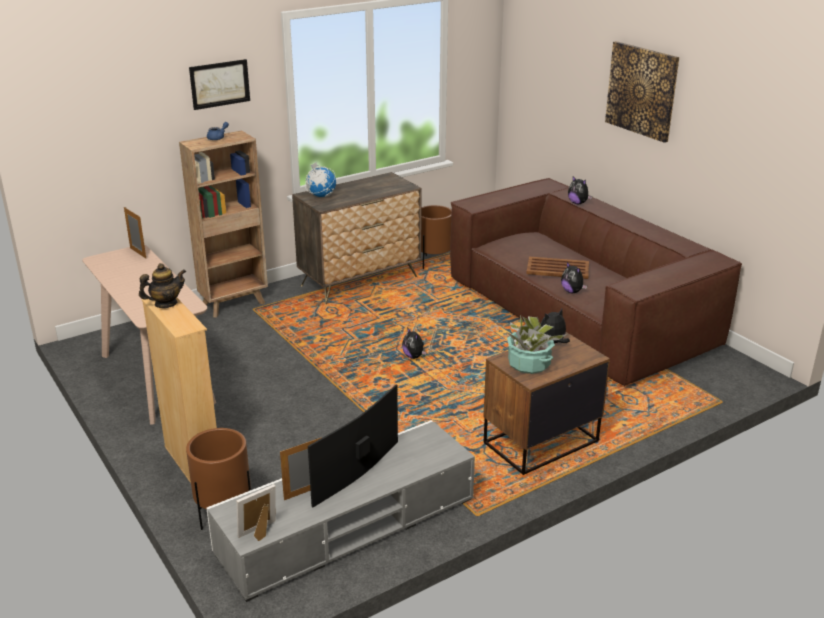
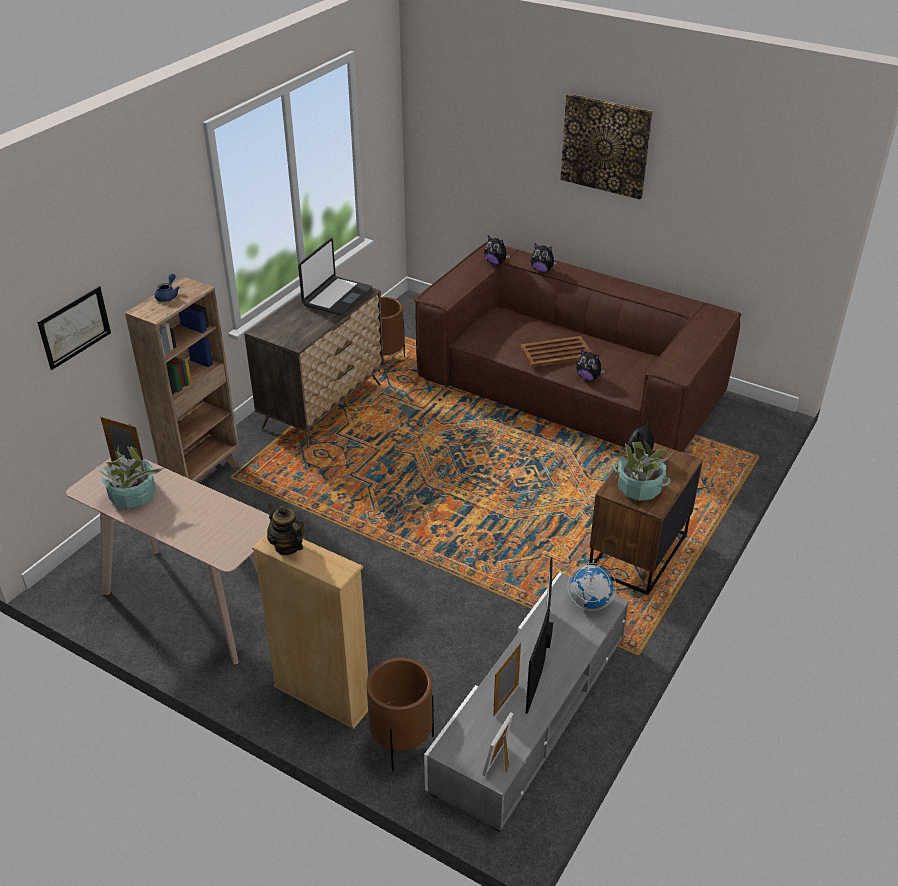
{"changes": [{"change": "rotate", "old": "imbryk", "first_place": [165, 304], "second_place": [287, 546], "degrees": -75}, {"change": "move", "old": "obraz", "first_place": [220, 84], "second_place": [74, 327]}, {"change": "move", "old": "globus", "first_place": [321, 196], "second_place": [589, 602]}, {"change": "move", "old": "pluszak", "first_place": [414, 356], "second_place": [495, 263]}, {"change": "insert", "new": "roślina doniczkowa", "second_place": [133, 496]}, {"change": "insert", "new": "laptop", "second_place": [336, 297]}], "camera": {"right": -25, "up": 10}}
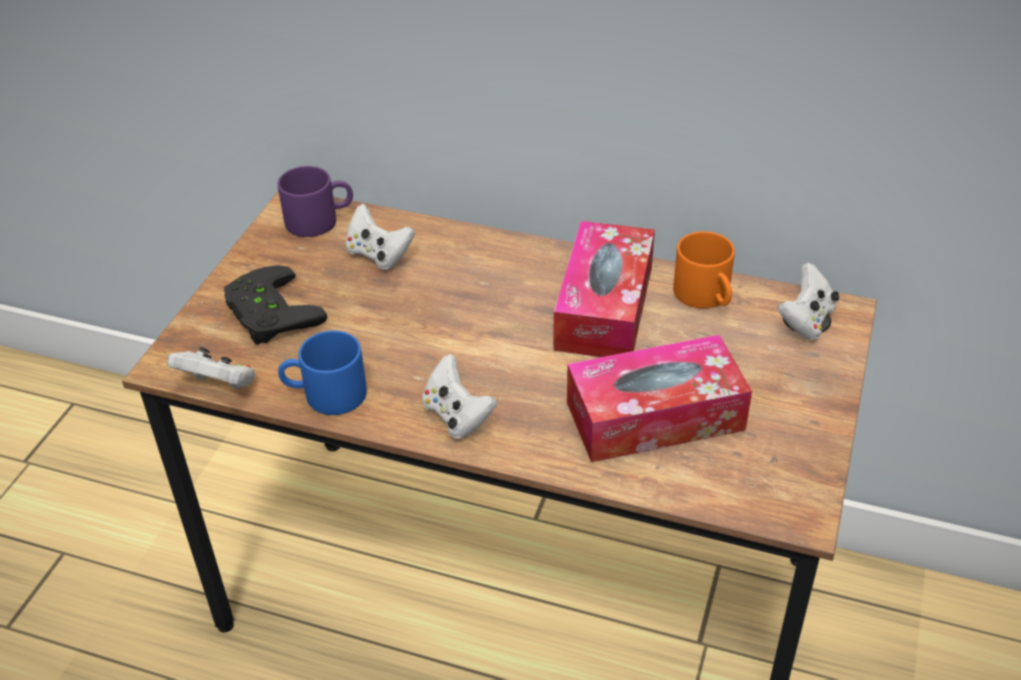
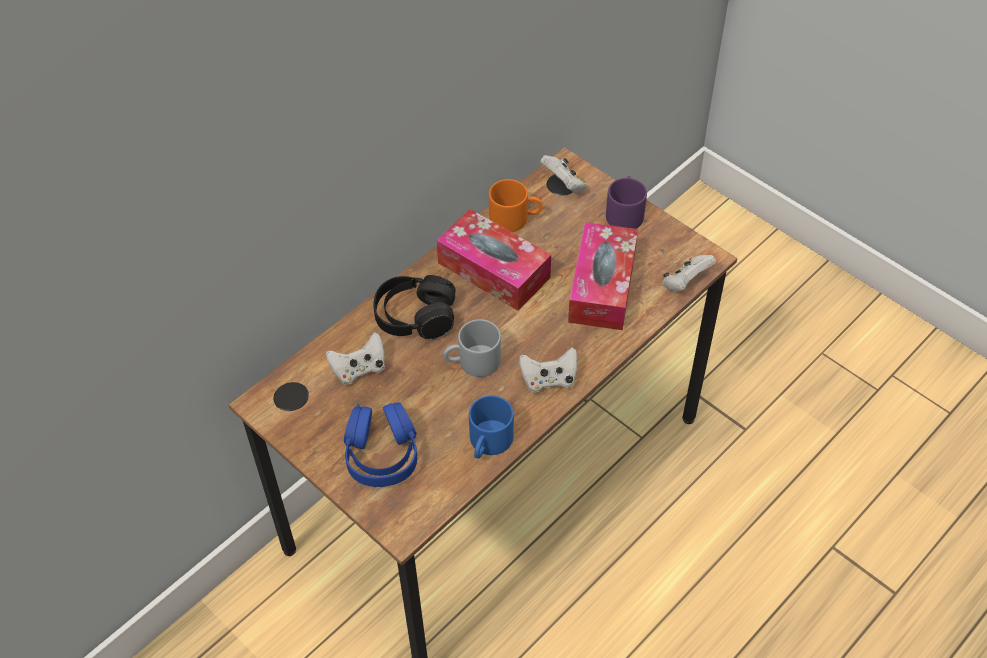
{"changes": [{"change": "move", "old": "pad do gier (biały)", "first_place": [219, 386], "second_place": [685, 283]}, {"change": "replace", "old": "pad do gier (czarny)", "new": "słuchawki (niebieski)", "first_place": [267, 313], "second_place": [382, 454]}, {"change": "move", "old": "kubek (fioletowy)", "first_place": [320, 219], "second_place": [624, 212]}, {"change": "insert", "new": "słuchawki (czarny)", "second_place": [415, 316]}, {"change": "insert", "new": "kubek (szary)", "second_place": [472, 362]}], "camera": {"right": -65, "up": 10}}
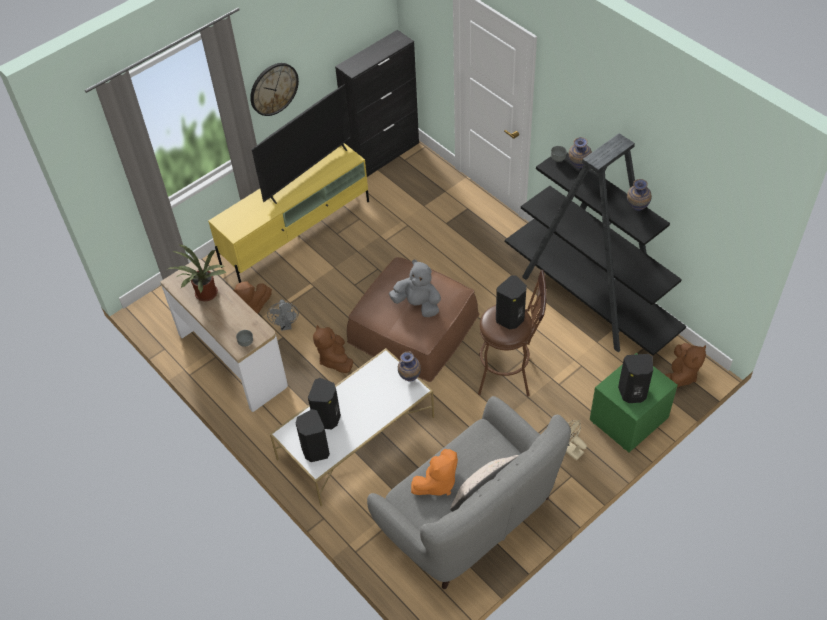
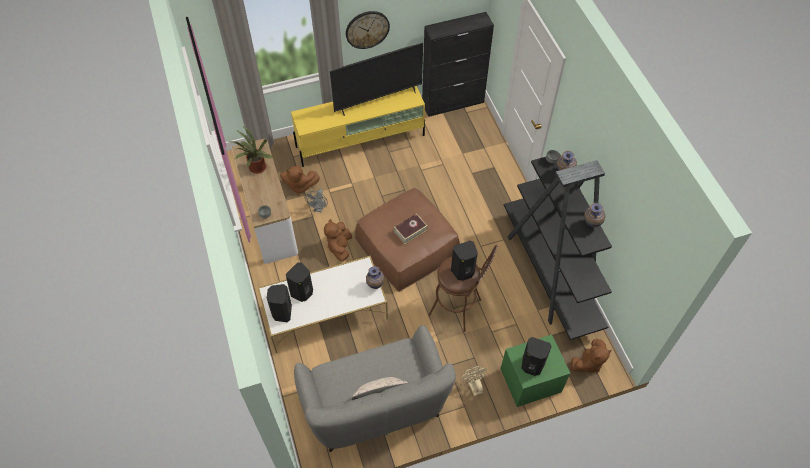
{"changes": [{"change": "replace", "old": "pluszak (szary)", "new": "książka", "first_place": [418, 304], "second_place": [410, 231]}, {"change": "delete", "old": "pluszak (pomarańczowy)", "first_place": [437, 483]}], "camera": {"right": 20, "up": 5}}
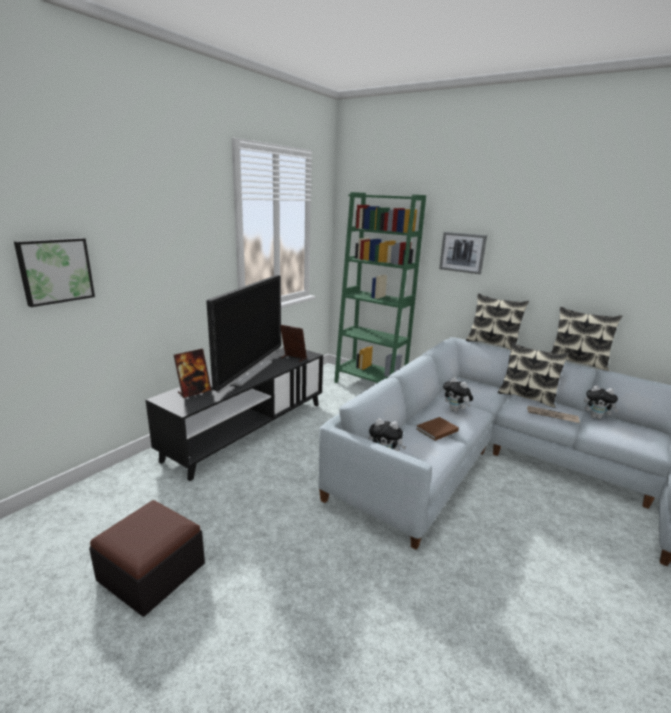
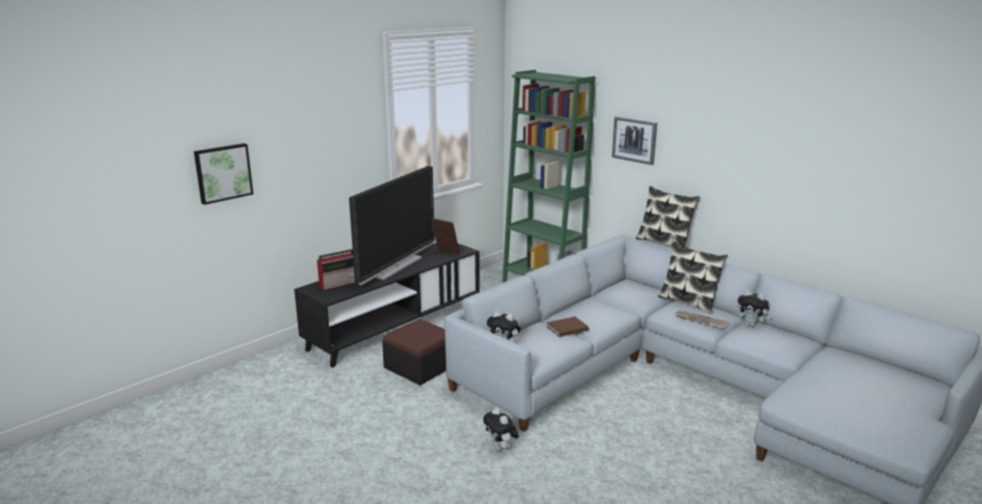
{"changes": [{"change": "move", "old": "pufa", "first_place": [152, 572], "second_place": [420, 366]}, {"change": "replace", "old": "ramka na zdjęcie", "new": "radio", "first_place": [194, 392], "second_place": [339, 283]}, {"change": "move", "old": "pluszak", "first_place": [455, 410], "second_place": [501, 448]}, {"change": "delete", "old": "poduszka", "first_place": [577, 362]}], "camera": {"right": 10, "up": 0}}
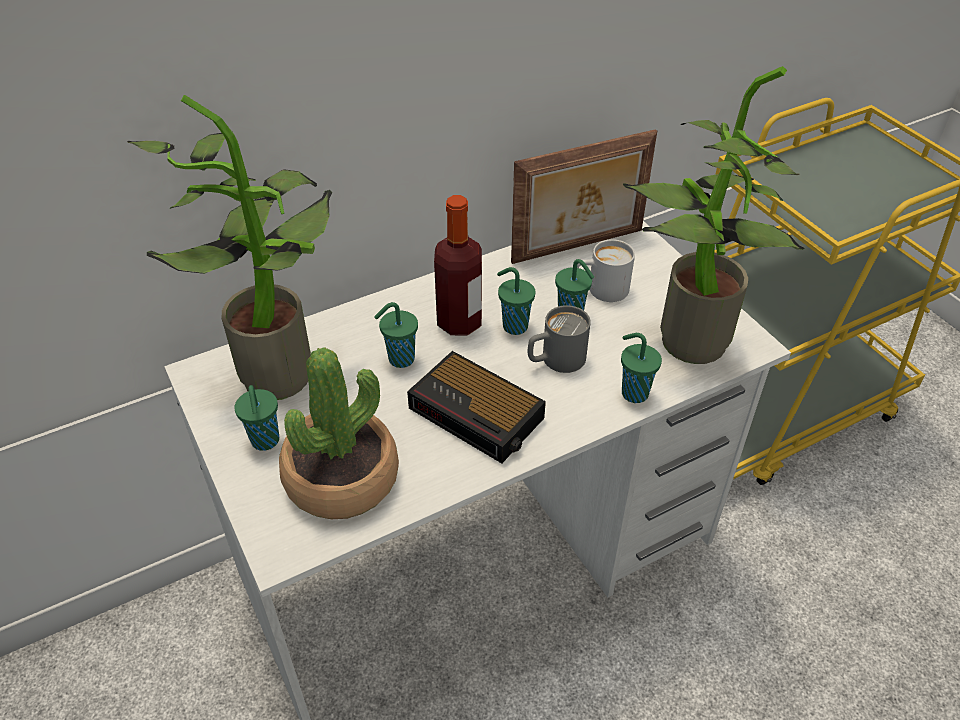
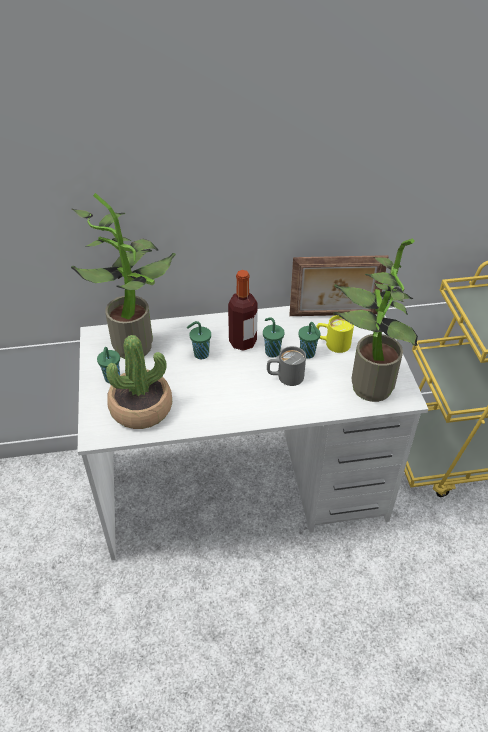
{"changes": [{"change": "delete", "old": "budzik", "first_place": [478, 414]}, {"change": "recolor", "old": "kubek (biały)", "new": "kubek (żółty)", "first_place": [599, 290], "second_place": [332, 343]}, {"change": "delete", "old": "filiżanka (zielony)", "first_place": [633, 392]}], "camera": {"right": 20, "up": 0}}
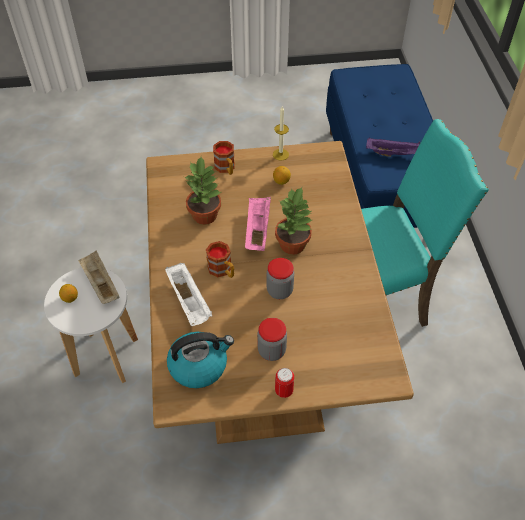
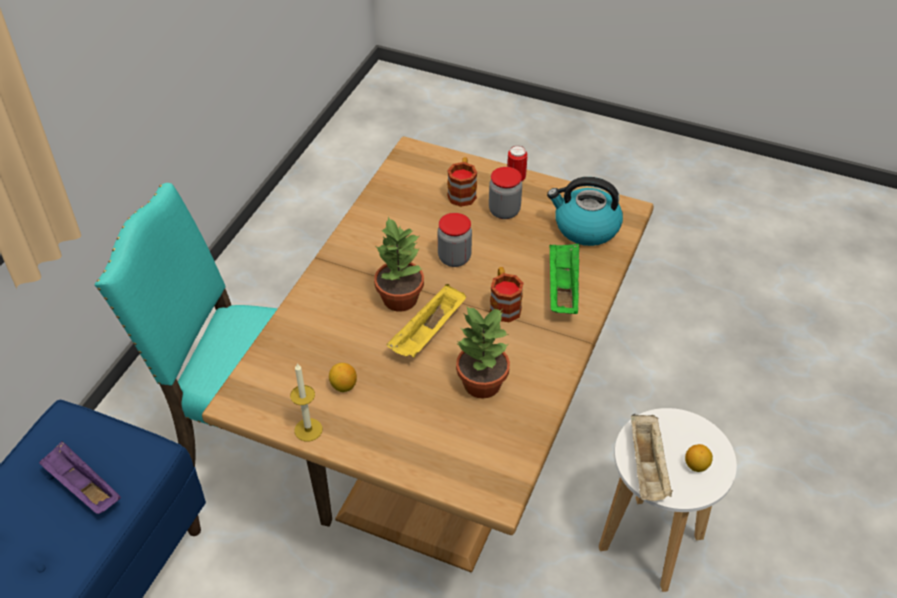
{"changes": [{"change": "recolor", "old": "taca (biały)", "new": "taca (zielony)", "first_place": [189, 301], "second_place": [562, 288]}, {"change": "move", "old": "kubek", "first_place": [226, 168], "second_place": [462, 192]}, {"change": "recolor", "old": "taca (różowy)", "new": "taca (żółty)", "first_place": [257, 230], "second_place": [428, 334]}], "camera": {"right": -150, "up": -5}}
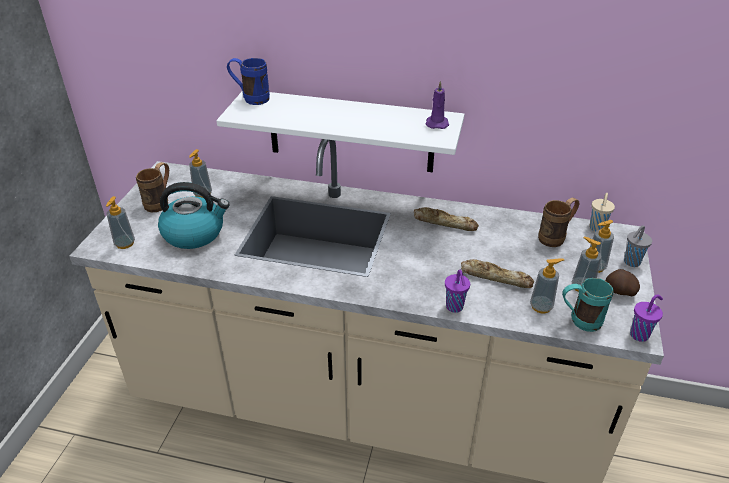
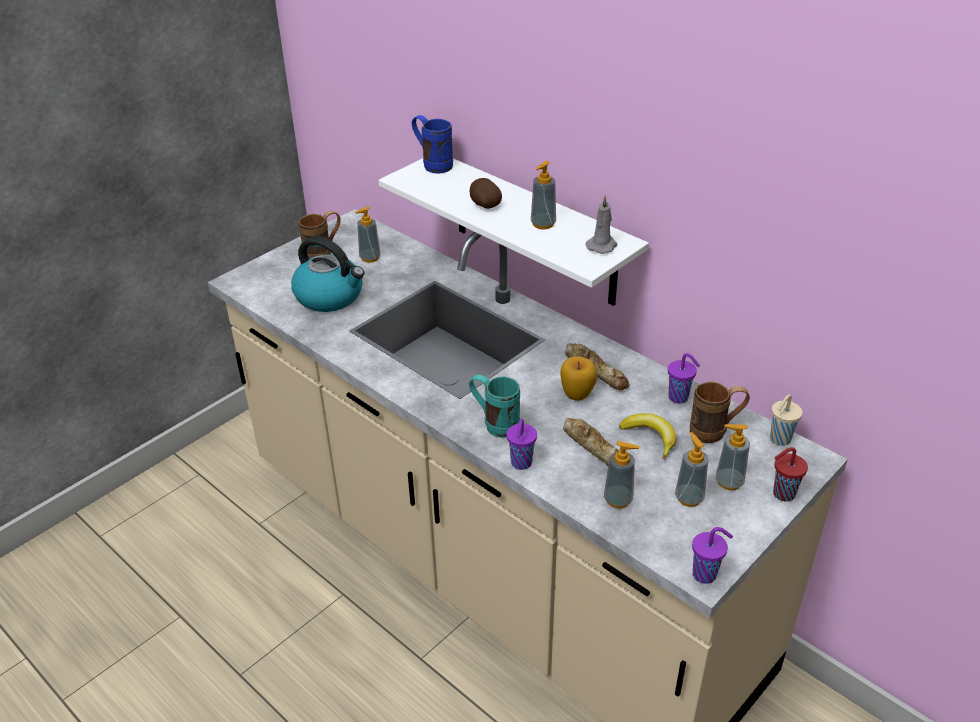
{"changes": [{"change": "move", "old": "dozownik mydła", "first_place": [125, 243], "second_place": [543, 224]}, {"change": "recolor", "old": "świeca (fioletowy)", "new": "świeca (szary)", "first_place": [437, 123], "second_place": [602, 245]}, {"change": "move", "old": "kubek (turkusowy)", "first_place": [579, 321], "second_place": [494, 423]}, {"change": "move", "old": "ziemniak", "first_place": [619, 292], "second_place": [484, 205]}, {"change": "recolor", "old": "filiżanka (szary)", "new": "filiżanka (czerwony)", "first_place": [631, 262], "second_place": [782, 494]}, {"change": "insert", "new": "jabłko", "second_place": [577, 394]}, {"change": "insert", "new": "banan", "second_place": [650, 437]}, {"change": "insert", "new": "filiżanka (fioletowy)", "second_place": [679, 398]}], "camera": {"right": 30, "up": 0}}
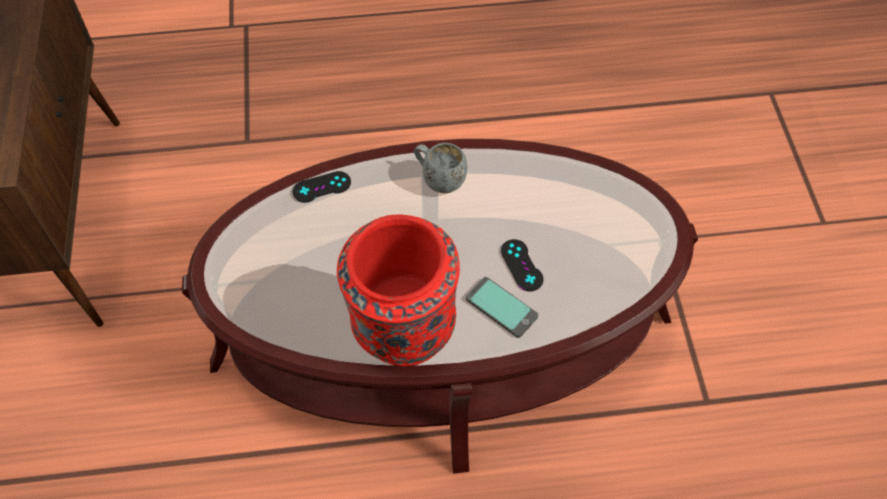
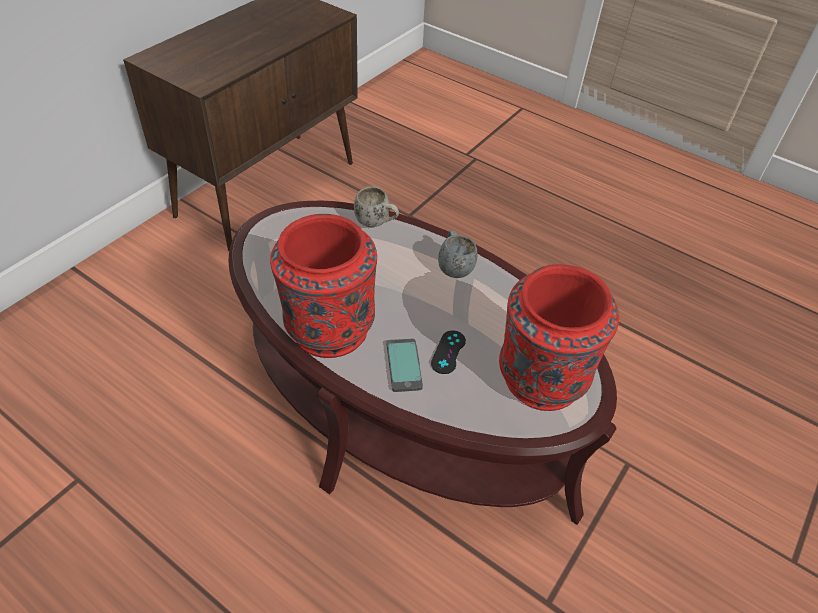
{"changes": [{"change": "replace", "old": "pad do gier (czarny)", "new": "kubek (biały)", "first_place": [322, 187], "second_place": [377, 223]}, {"change": "insert", "new": "wazon (czerwony)", "second_place": [540, 379]}], "camera": {"right": 40, "up": -10}}
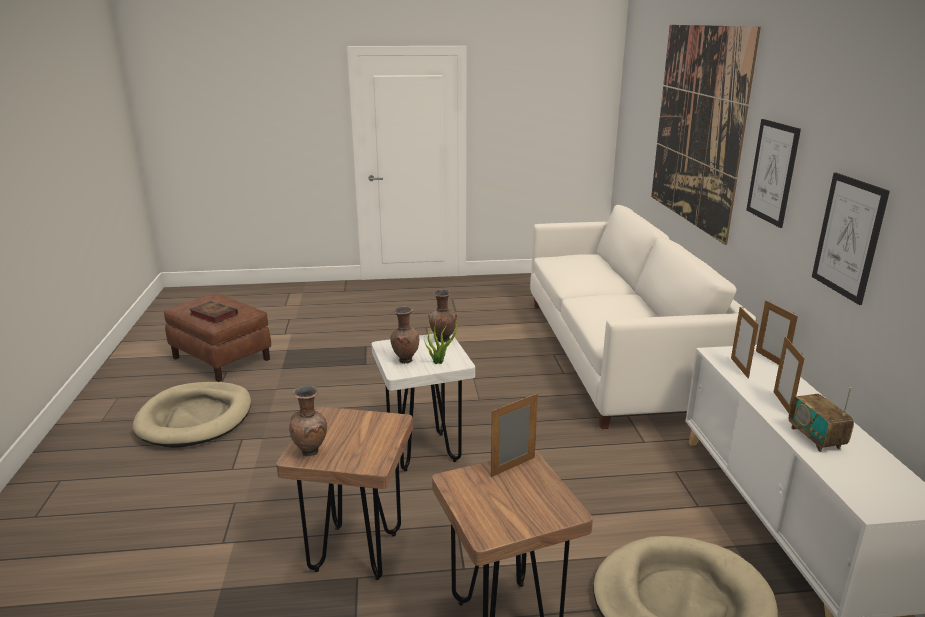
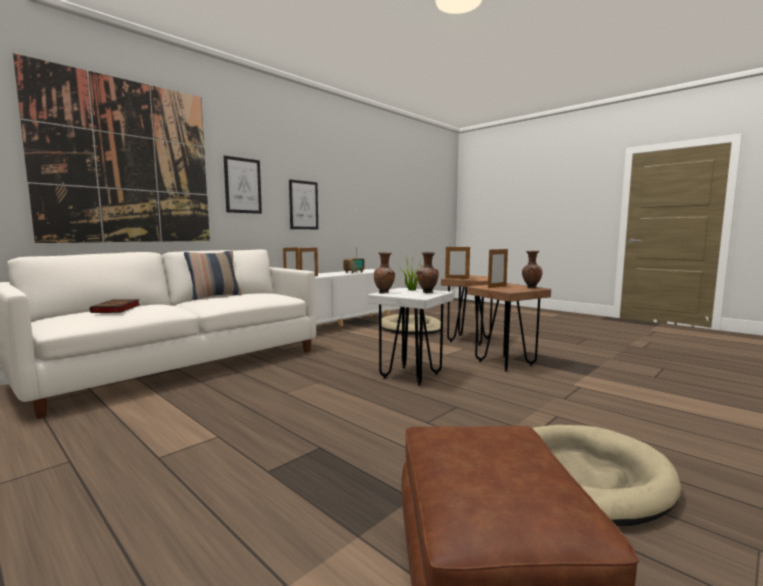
{"changes": [{"change": "move", "old": "książka", "first_place": [212, 314], "second_place": [116, 309]}, {"change": "move", "old": "ramka na zdjęcie", "first_place": [782, 404], "second_place": [497, 287]}, {"change": "insert", "new": "poduszka", "second_place": [215, 296]}], "camera": {"right": -130, "up": -15}}
